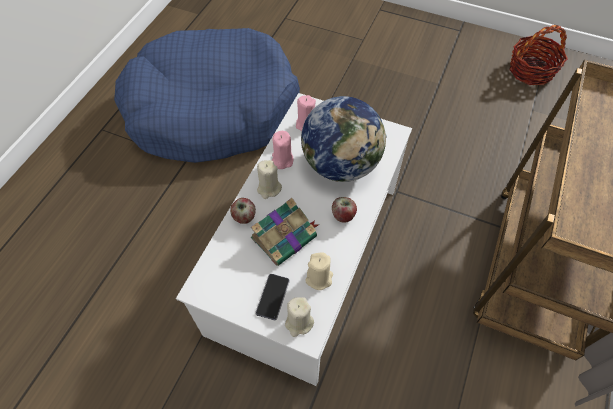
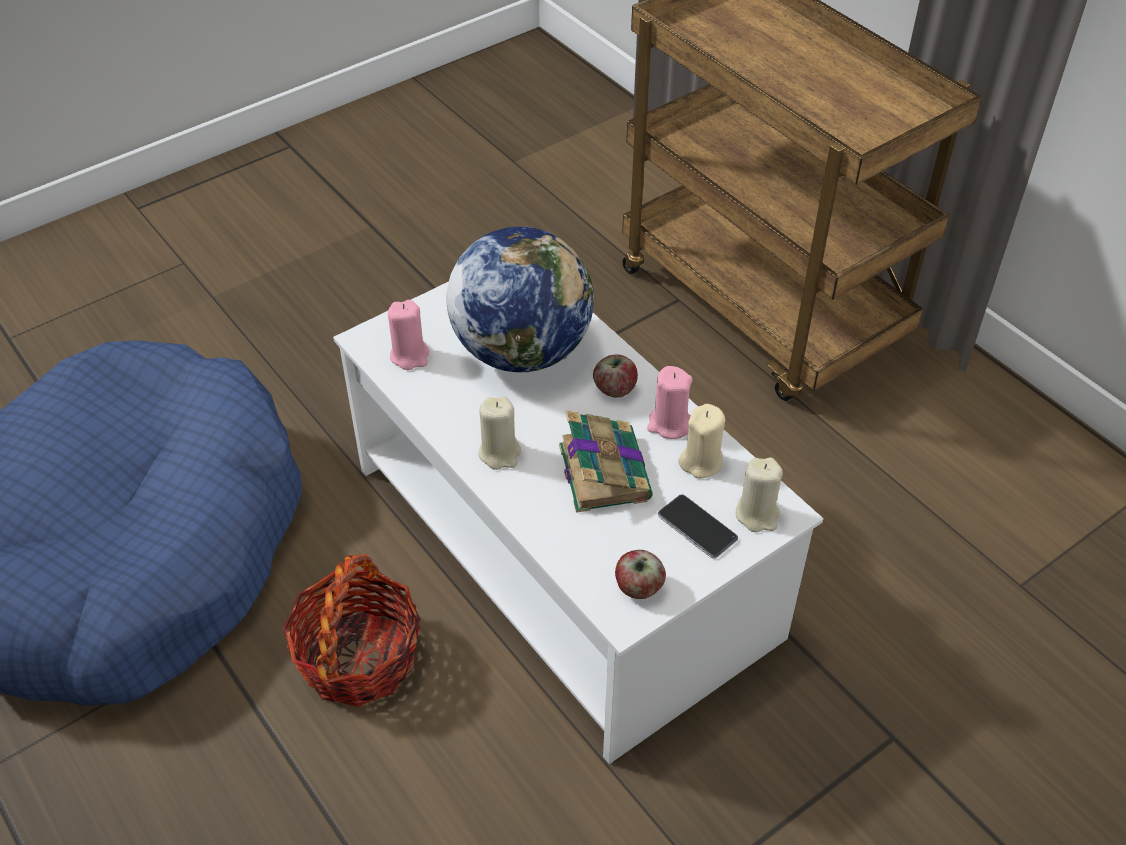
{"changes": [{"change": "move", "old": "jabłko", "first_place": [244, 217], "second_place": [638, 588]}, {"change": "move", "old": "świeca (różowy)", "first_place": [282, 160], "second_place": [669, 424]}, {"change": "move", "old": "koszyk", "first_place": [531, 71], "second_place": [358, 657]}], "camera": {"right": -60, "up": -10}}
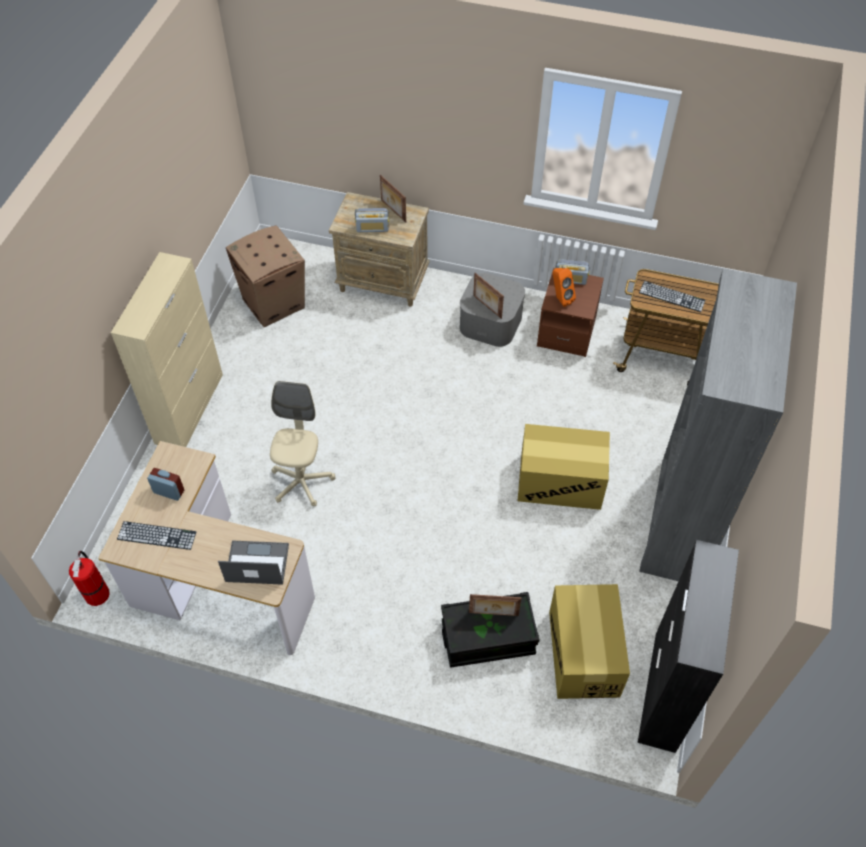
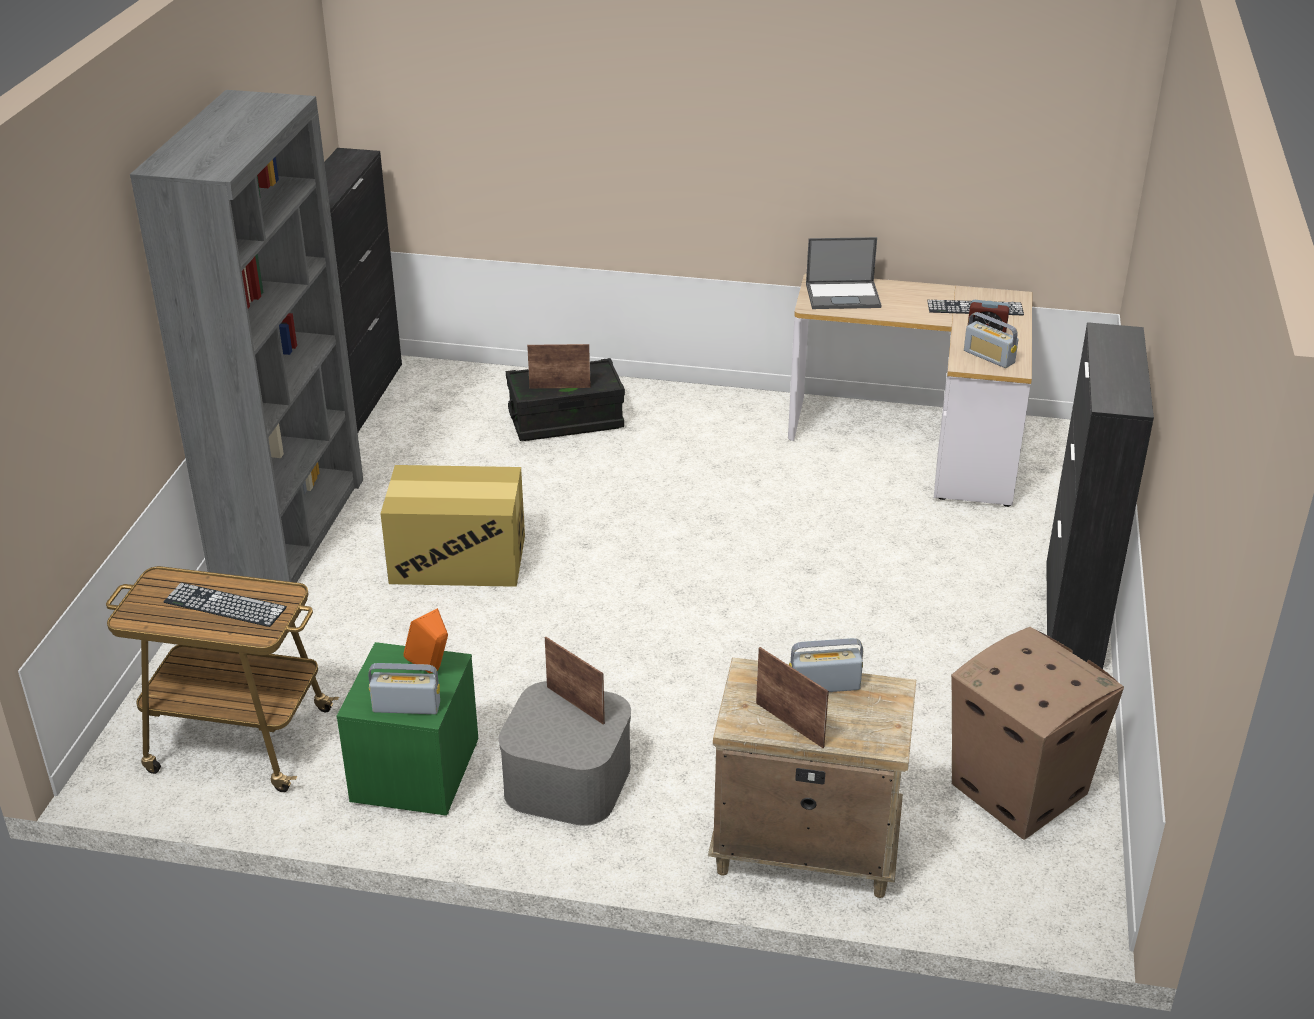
{"changes": [{"change": "delete", "old": "gaśnica", "first_place": [97, 593]}, {"change": "recolor", "old": "szafka (beżowy)", "new": "szafka (czarny)", "first_place": [190, 408], "second_place": [1072, 614]}, {"change": "delete", "old": "krzesło biurowe (beżowy)", "first_place": [302, 482]}, {"change": "recolor", "old": "szafka nocna (brązowy)", "new": "szafka nocna (zielony)", "first_place": [566, 331], "second_place": [415, 771]}, {"change": "delete", "old": "karton", "first_place": [583, 654]}, {"change": "insert", "new": "radio", "second_place": [989, 357]}], "camera": {"right": 175, "up": -20}}
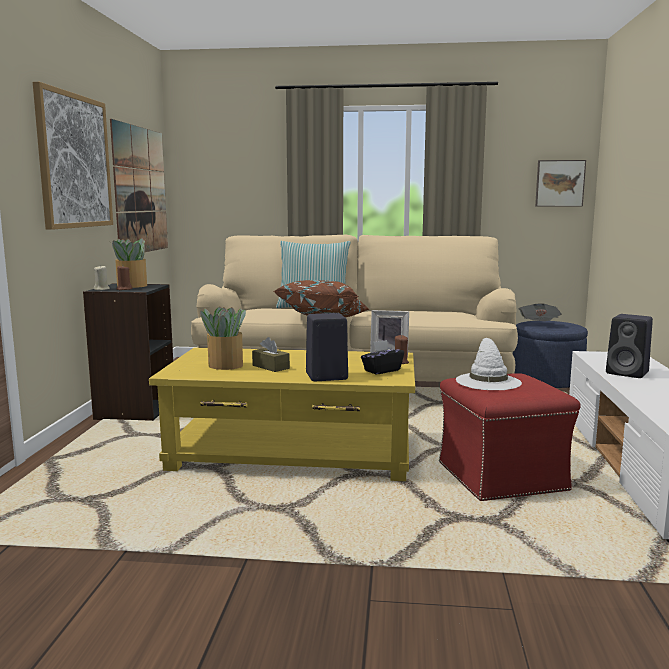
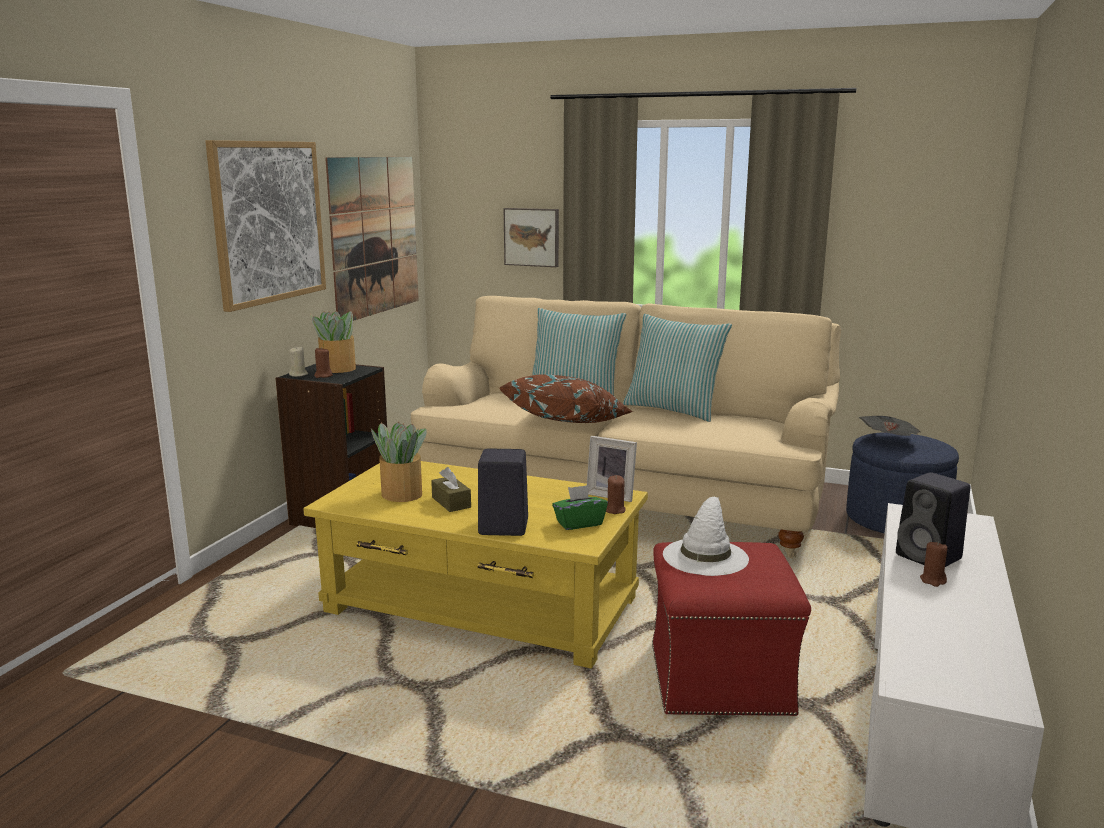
{"changes": [{"change": "recolor", "old": "pudełko chusteczek (czarny)", "new": "pudełko chusteczek (zielony)", "first_place": [382, 370], "second_place": [579, 523]}, {"change": "move", "old": "obraz", "first_place": [559, 183], "second_place": [532, 237]}, {"change": "insert", "new": "poduszka", "second_place": [673, 409]}, {"change": "insert", "new": "świeca (brązowy)", "second_place": [933, 580]}], "camera": {"right": 15, "up": 5}}
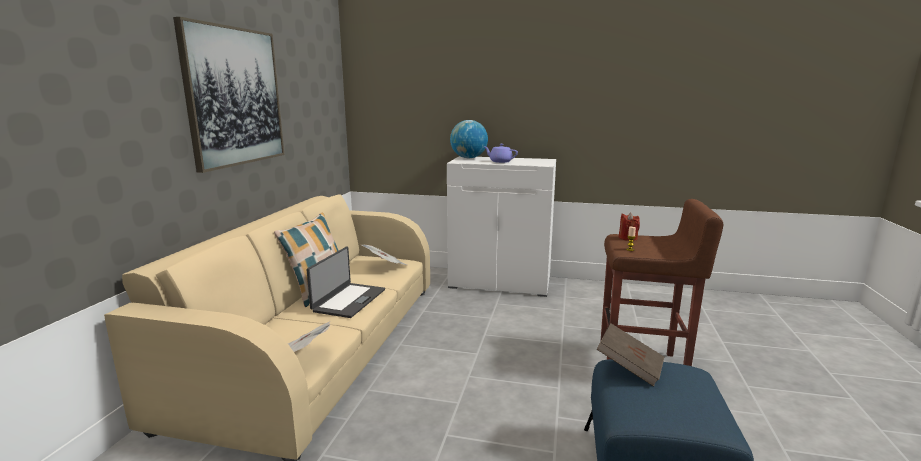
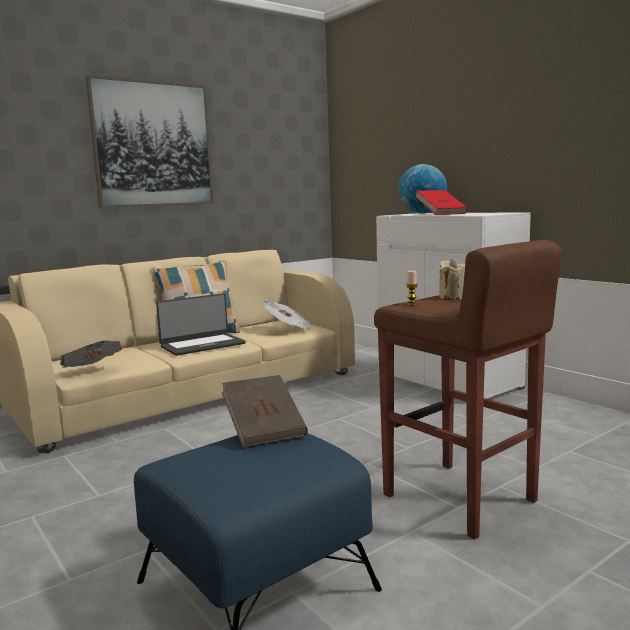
{"changes": [{"change": "replace", "old": "imbryk (fioletowy)", "new": "książka (czerwony)", "first_place": [500, 161], "second_place": [440, 214]}, {"change": "recolor", "old": "świeca (czerwony)", "new": "świeca (beżowy)", "first_place": [627, 238], "second_place": [452, 297]}], "camera": {"right": 40, "up": -5}}
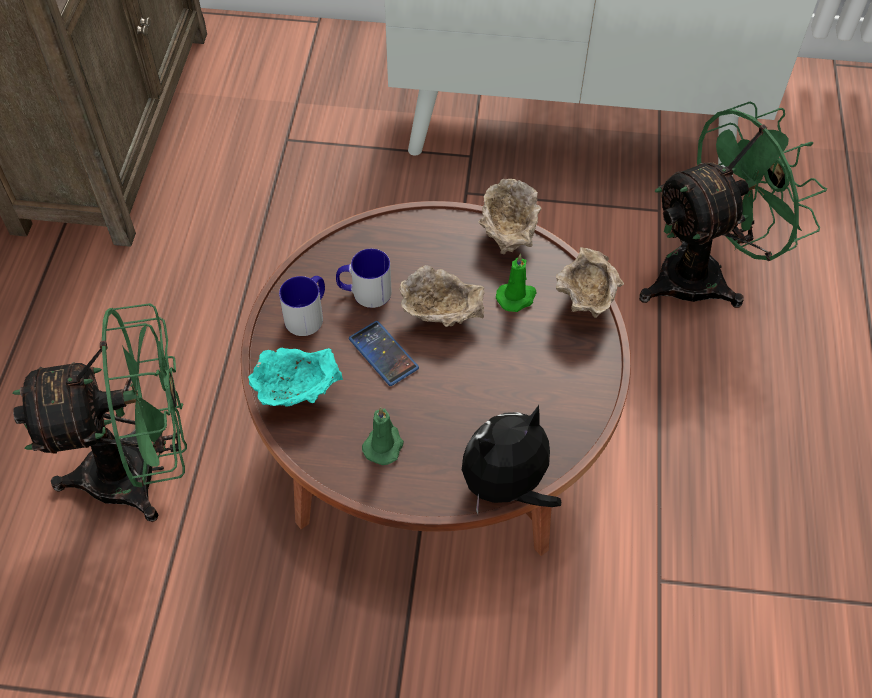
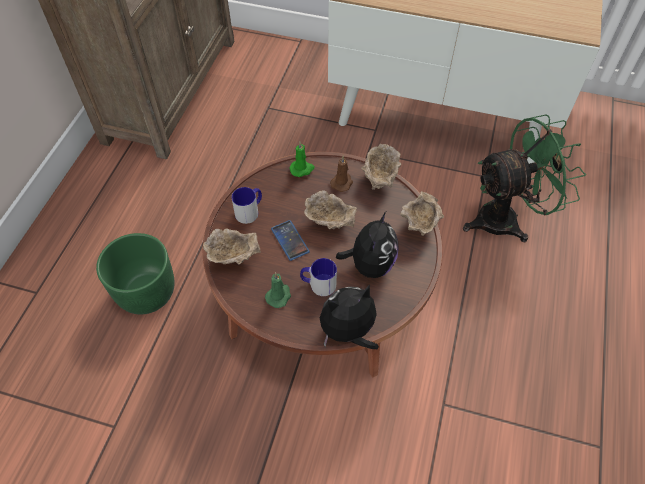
{"changes": [{"change": "replace", "old": "wentylator (zielony)", "new": "donica (zielony)", "first_place": [141, 472], "second_place": [146, 291]}, {"change": "recolor", "old": "miska (turkusowy)", "new": "miska (beżowy)", "first_place": [298, 393], "second_place": [234, 257]}, {"change": "move", "old": "kubek", "first_place": [364, 292], "second_place": [318, 284]}, {"change": "move", "old": "świeca (zielony)", "first_place": [517, 297], "second_place": [302, 169]}, {"change": "insert", "new": "świeca (brązowy)", "second_place": [342, 182]}, {"change": "insert", "new": "pluszak", "second_place": [370, 264]}], "camera": {"right": 10, "up": 0}}
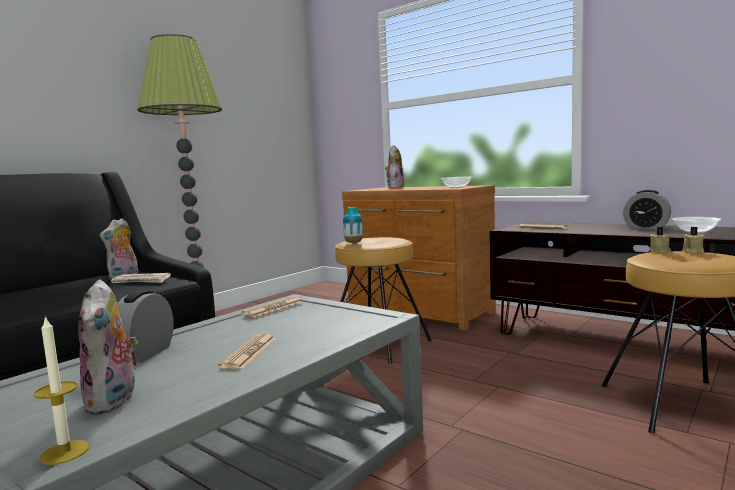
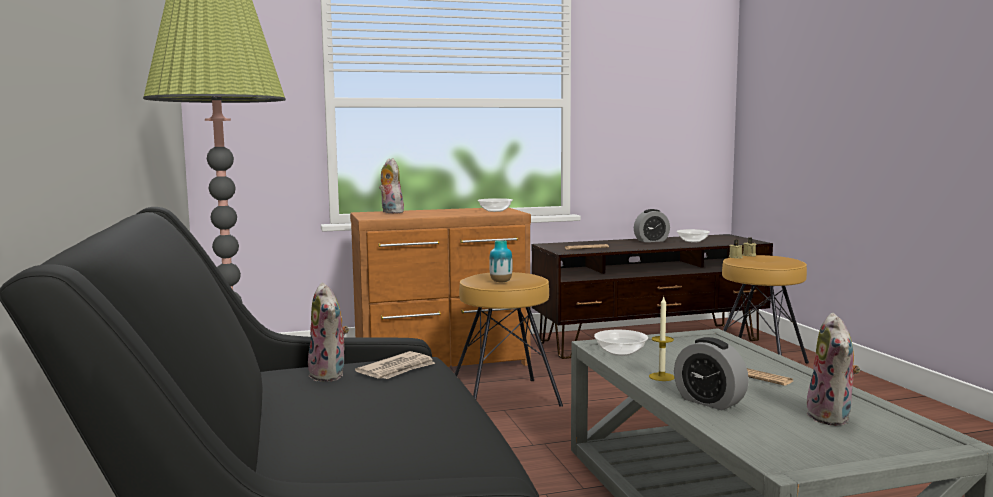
{"changes": [{"change": "move", "old": "świeca", "first_place": [65, 452], "second_place": [661, 377]}, {"change": "rotate", "old": "pluszak", "first_place": [114, 402], "second_place": [832, 417], "degrees": 75}, {"change": "replace", "old": "gazeta", "new": "miska", "first_place": [273, 308], "second_place": [621, 352]}], "camera": {"right": -55, "up": 0}}
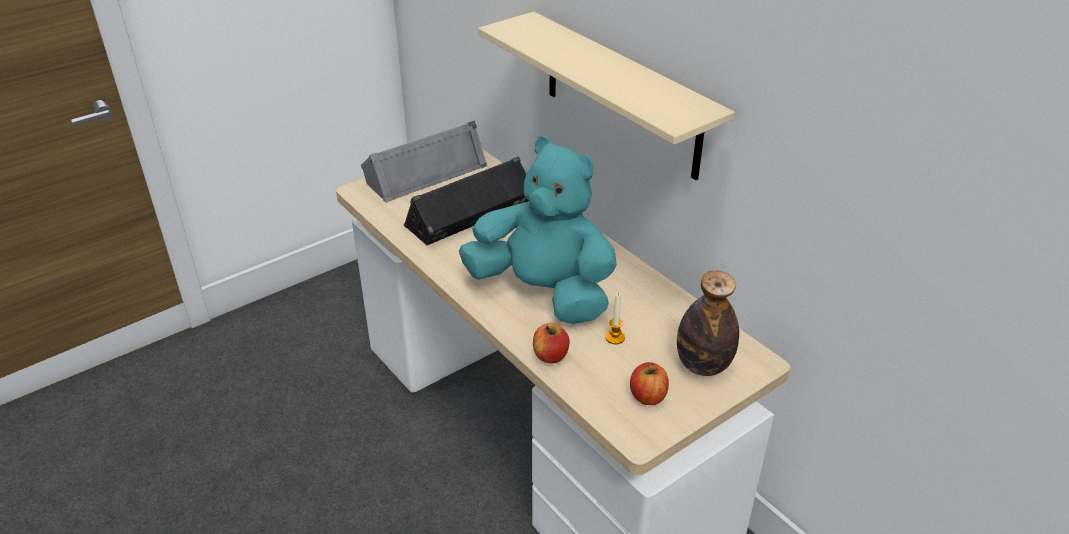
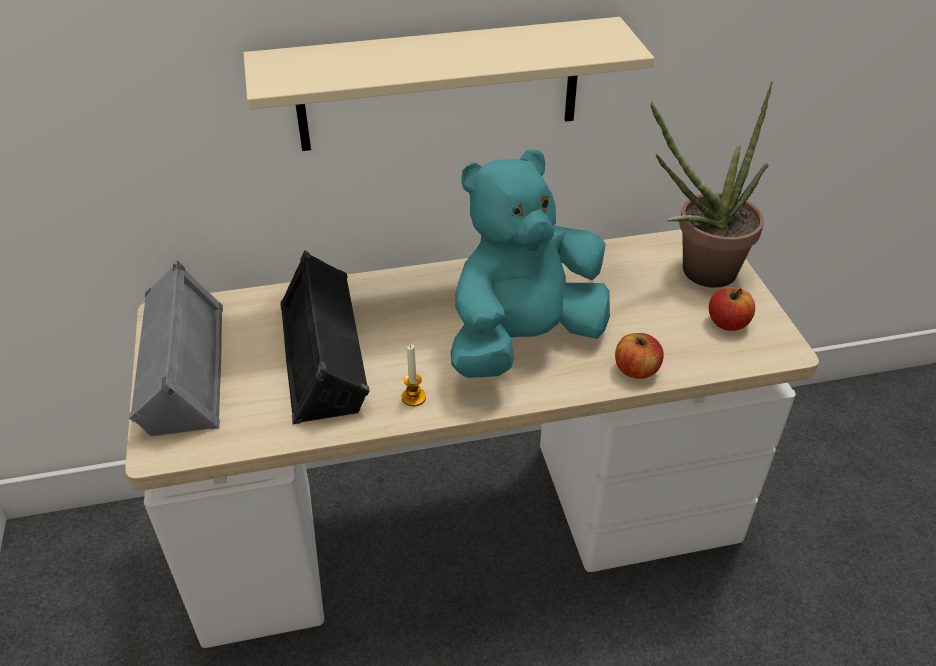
{"changes": [{"change": "move", "old": "świeca", "first_place": [615, 338], "second_place": [413, 397]}, {"change": "replace", "old": "butelka", "new": "roślina doniczkowa", "first_place": [703, 365], "second_place": [697, 273]}], "camera": {"right": -65, "up": 5}}
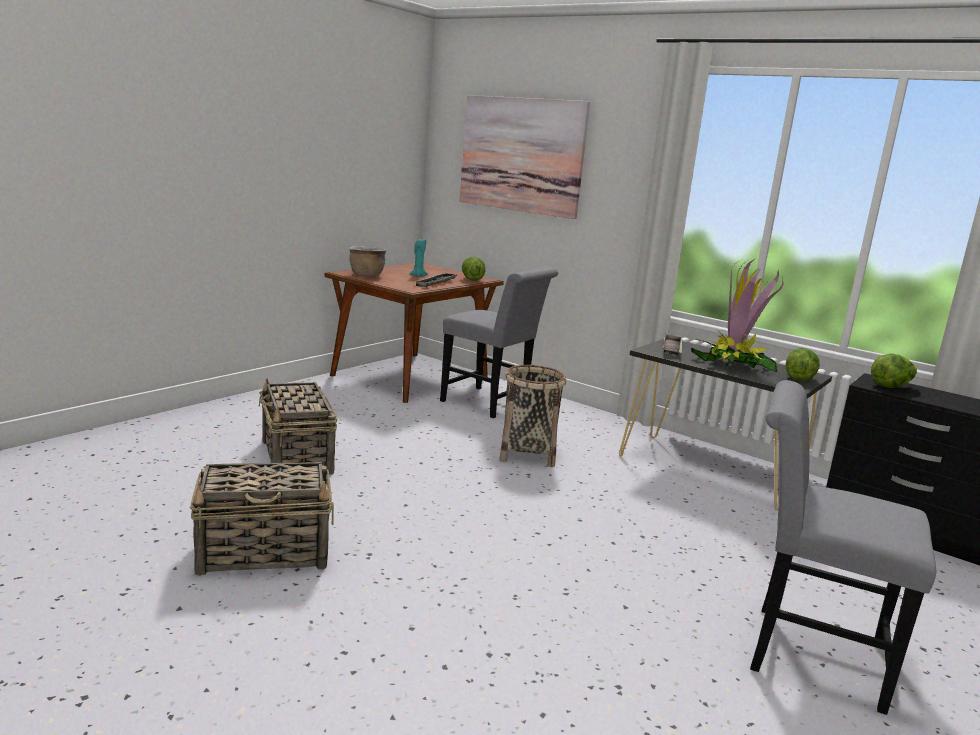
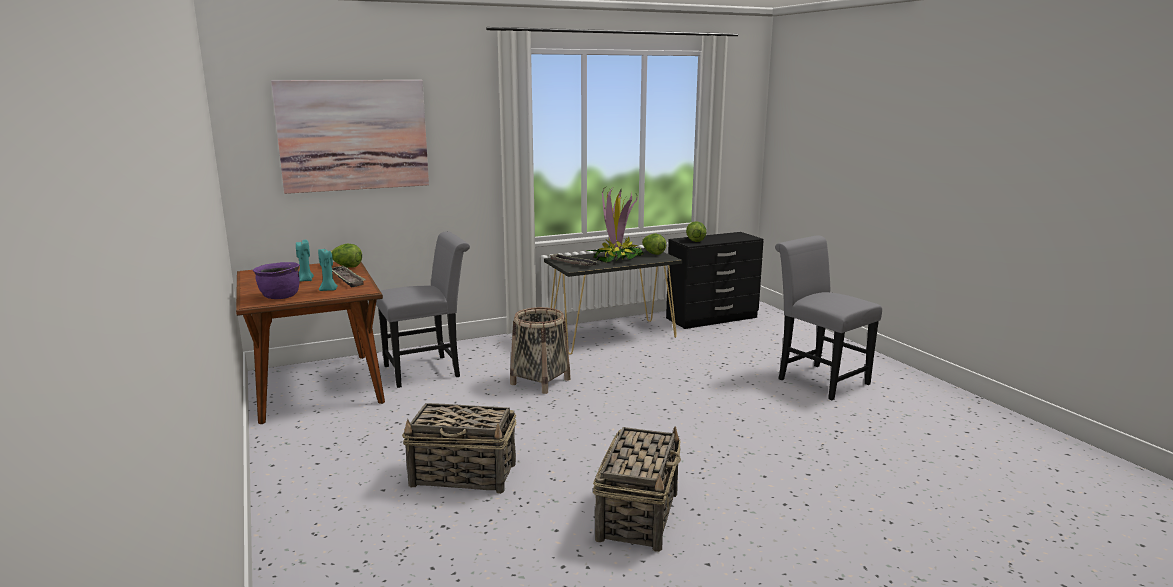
{"changes": [{"change": "recolor", "old": "garnek (brązowy)", "new": "garnek (fioletowy)", "first_place": [366, 275], "second_place": [280, 297]}, {"change": "rotate", "old": "krzesło (szary)", "first_place": [804, 652], "second_place": [818, 379], "degrees": 90}, {"change": "insert", "new": "świeca (turkusowy)", "second_place": [329, 290]}], "camera": {"right": -60, "up": 0}}
